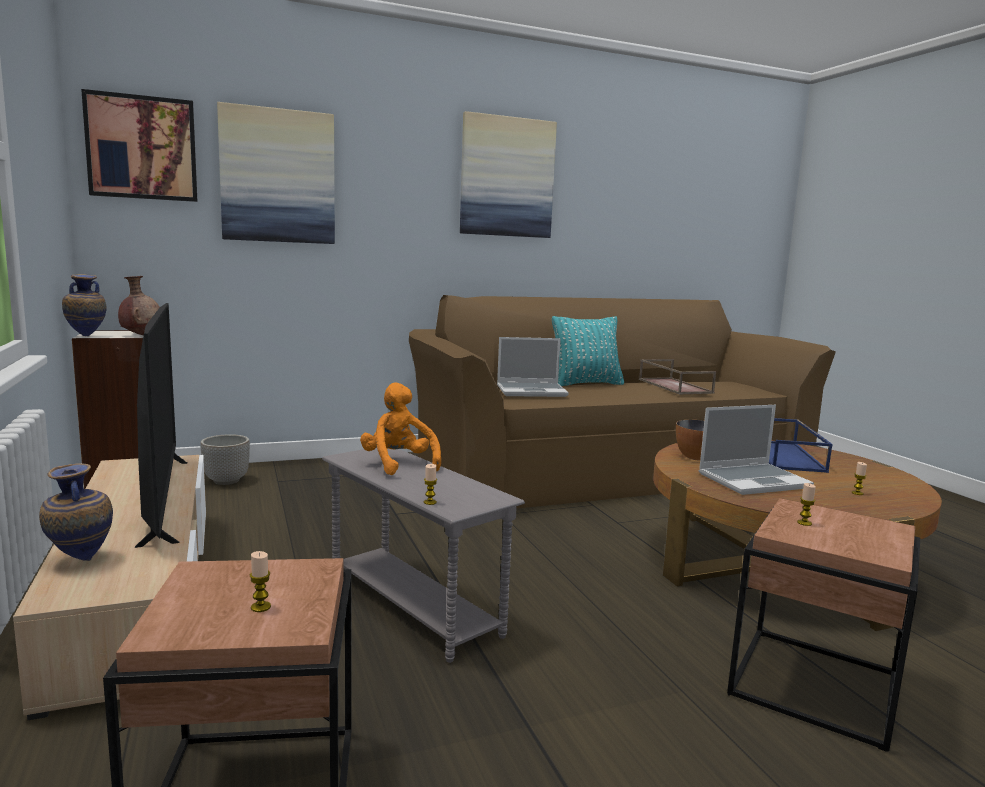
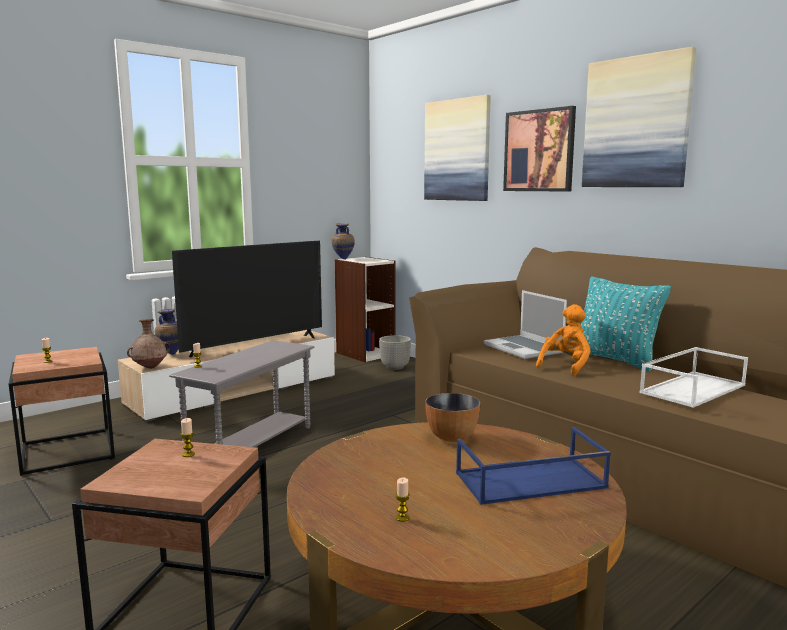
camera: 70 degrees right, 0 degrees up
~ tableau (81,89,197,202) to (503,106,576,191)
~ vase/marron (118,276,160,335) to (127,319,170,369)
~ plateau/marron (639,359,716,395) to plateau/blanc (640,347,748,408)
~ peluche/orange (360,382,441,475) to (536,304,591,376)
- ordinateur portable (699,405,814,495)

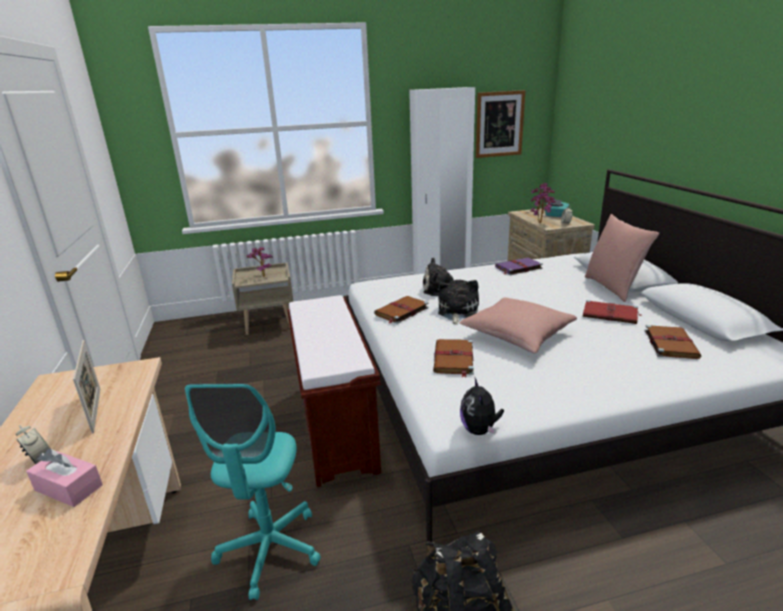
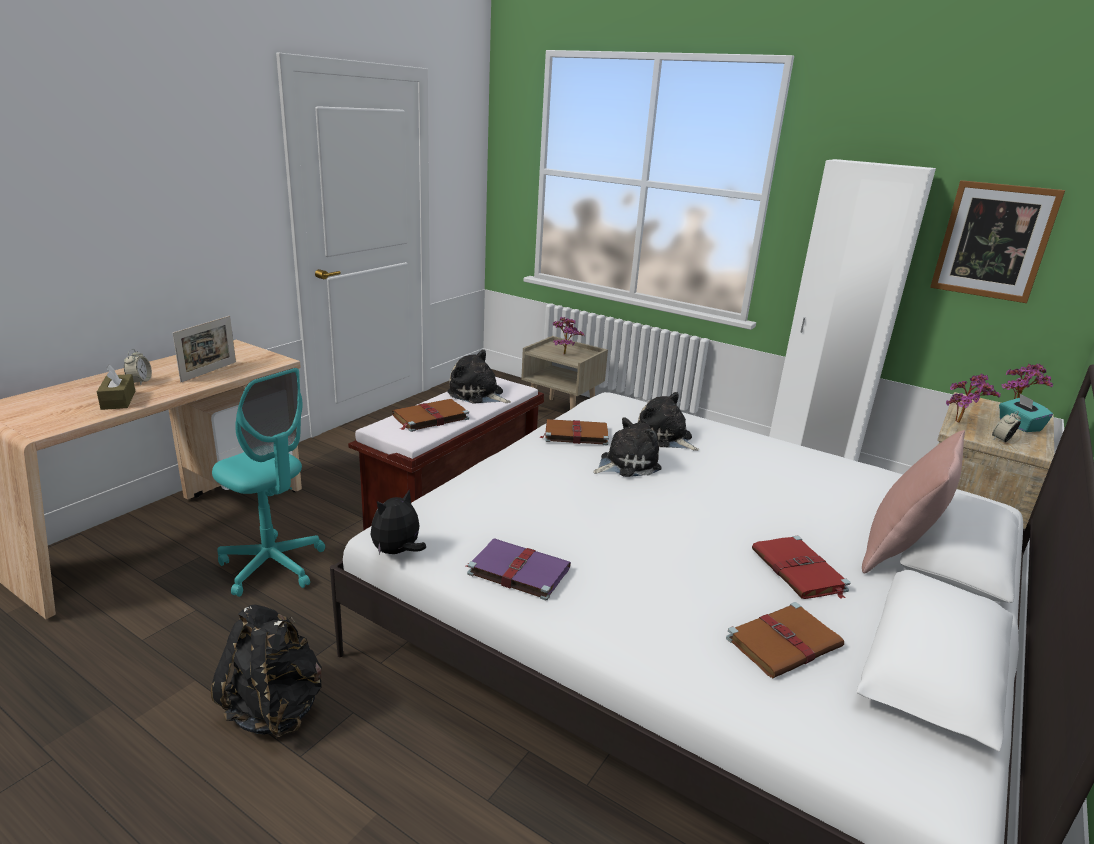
camera: 45 degrees right, 0 degrees up
~ livre/violet (495,258,543,275) to (466,538,571,601)
- coussin/rose (459,297,577,354)
~ livre/marron (433,339,474,377) to (392,399,469,432)
~ chaise de bureau/turquoise (185,383,321,600) = (212,368,325,597) 105 degrees counterclockwise
~ boîte à mouchoirs/rose (26,449,103,507) to boîte à mouchoirs/marron (97,365,135,410)
+ peluche (447,350,511,404)

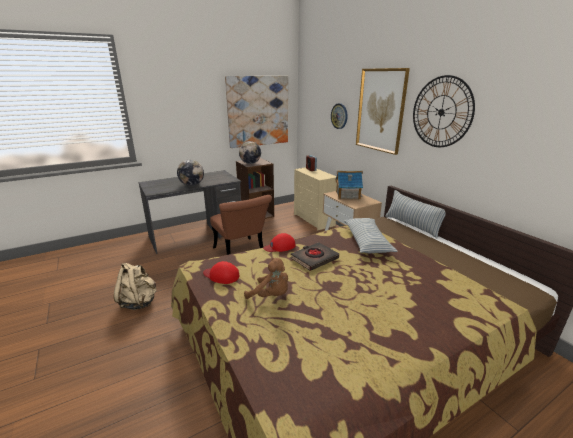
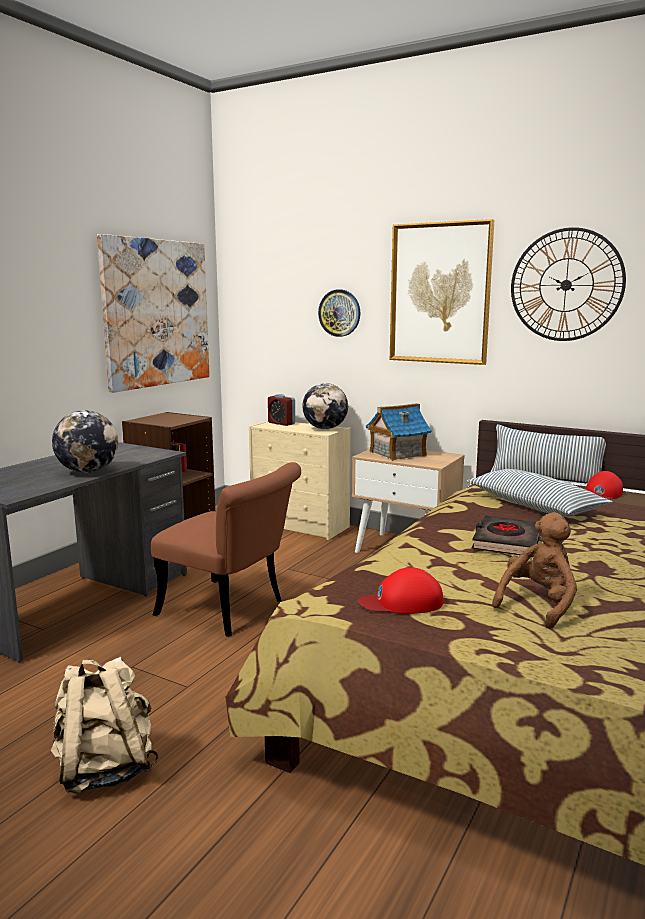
camera: 30 degrees left, 10 degrees down
~ globe (239,141,261,164) to (302,383,348,429)
~ casquette/rouge (263,233,296,252) to (585,471,623,500)
~ peluche/marron (244,258,288,299) = (492,512,577,629) 45 degrees counterclockwise

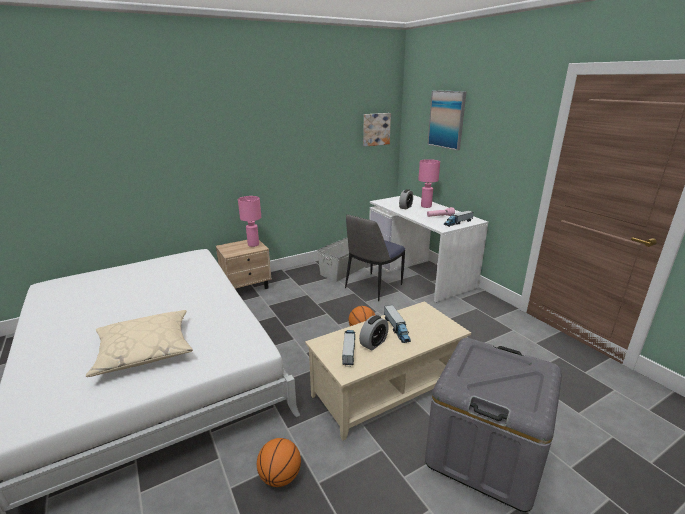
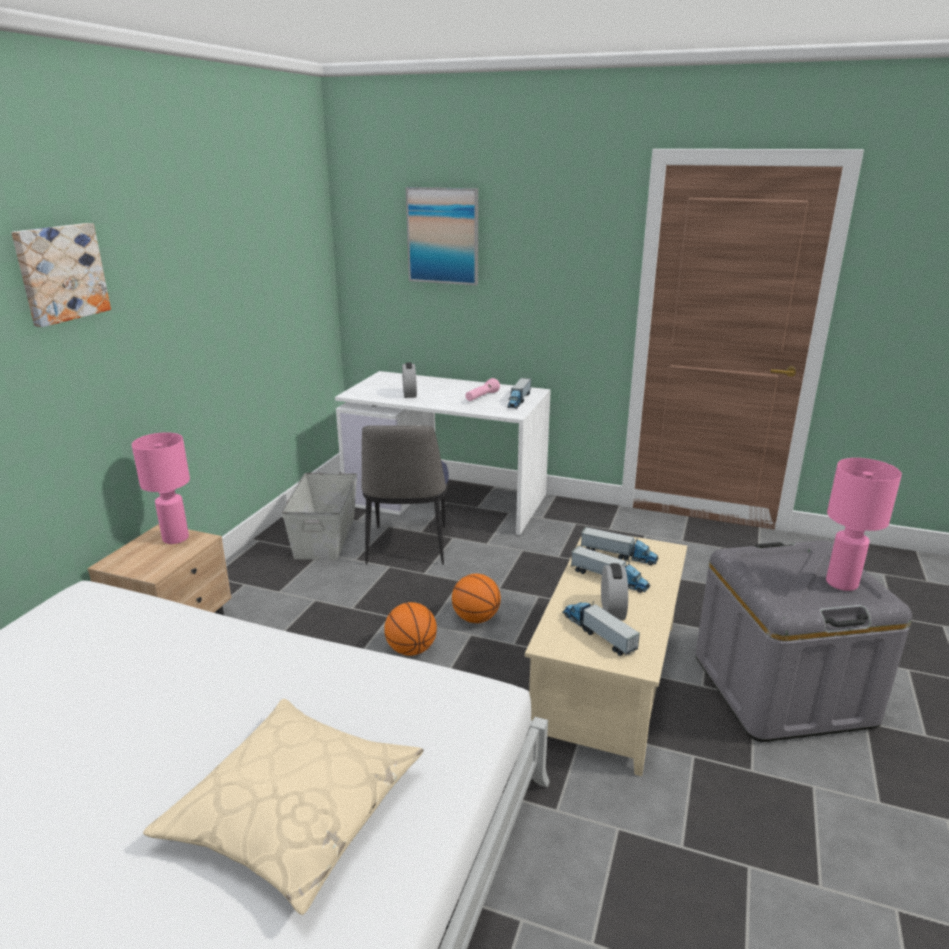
camera: 40 degrees left, 0 degrees up
~ tableau (363,113,391,147) to (11,223,111,327)
~ lampe de table/rose (418,159,440,208) to (826,458,902,591)
~ ballon de basket (257,438,301,487) to (384,602,437,656)
+ camion jouet (581,527,659,565)

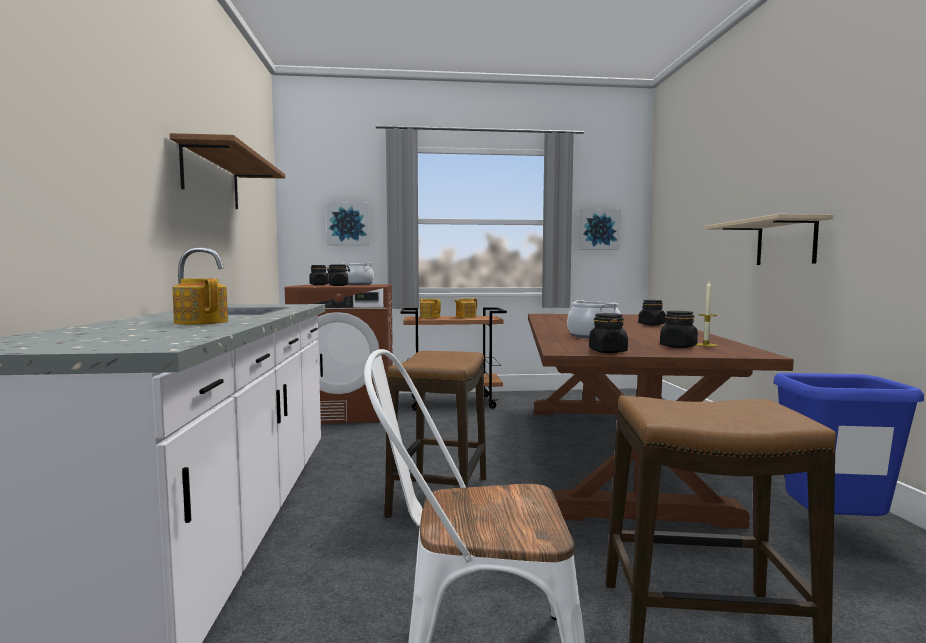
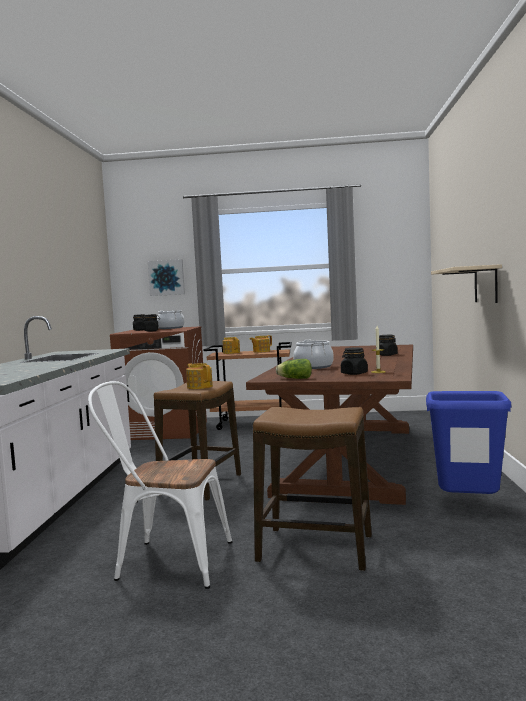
camera: 10 degrees right, 0 degrees up
- étagère (170,133,285,209)
- tableau (579,209,621,250)
~ théière (173,279,228,325) to (186,363,213,389)
~ bocal/noir (589,313,628,353) to laitue (276,359,312,379)

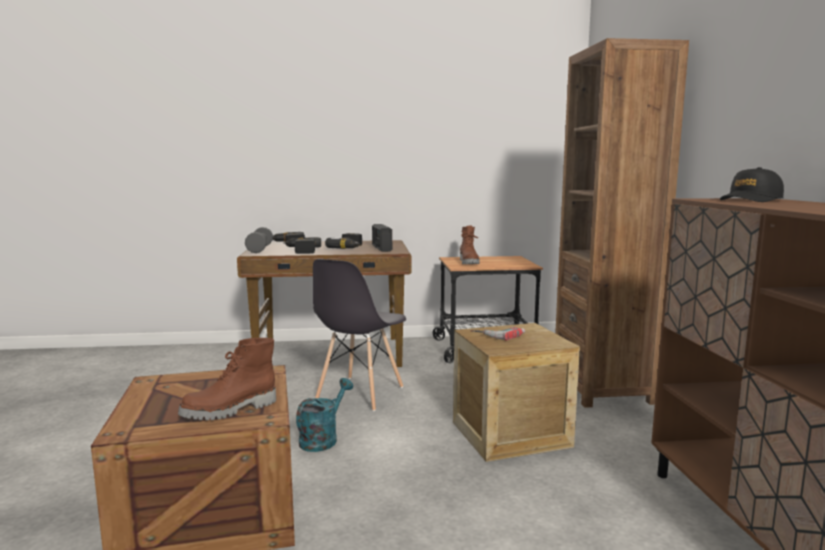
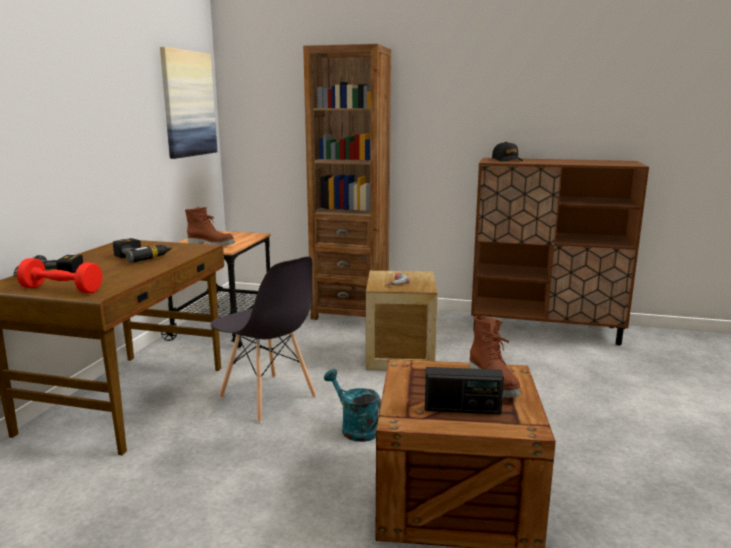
camera: 70 degrees left, 5 degrees up
~ radio (372,224,392,252) to (425,367,504,414)
~ haltère/gris (245,227,273,253) to haltère/rouge (17,258,102,293)
- perceuse (283,237,321,254)
+ tableau (160,47,217,159)

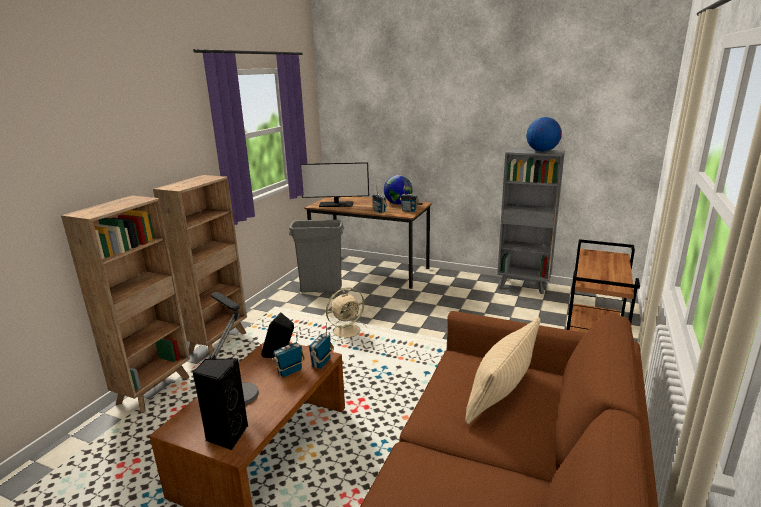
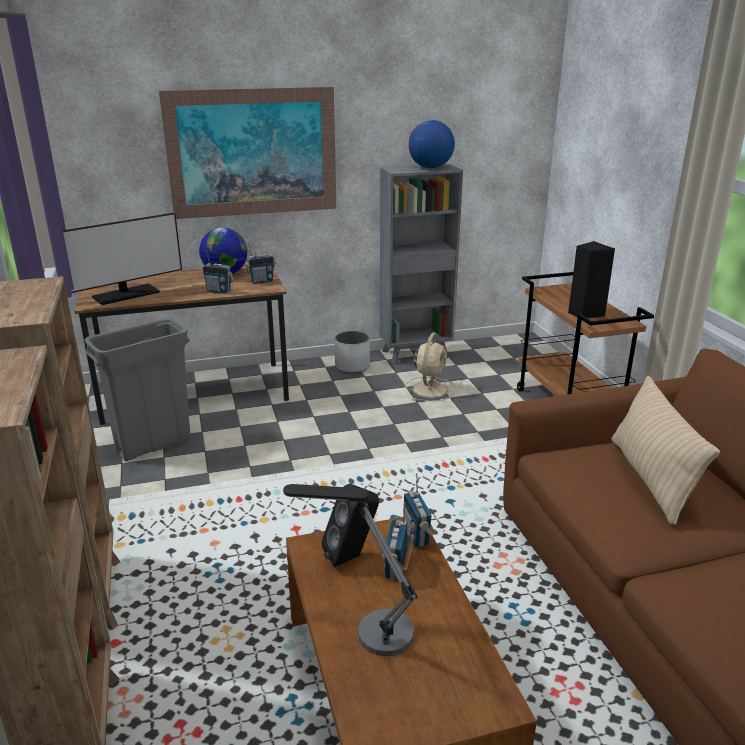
camera: 40 degrees left, 5 degrees up
~ ventilateur/beige (324,288,368,341) to (406,333,456,401)
~ enceinte/noir (192,358,248,450) to (568,241,615,318)
+ tableau (159,87,336,219)
+ cache-pot/blanc (335,331,370,373)

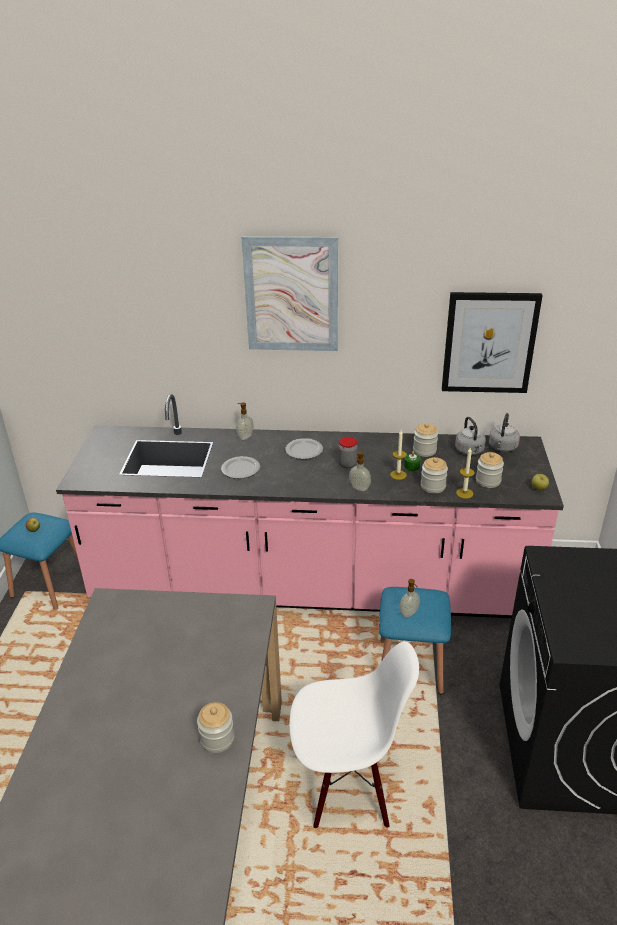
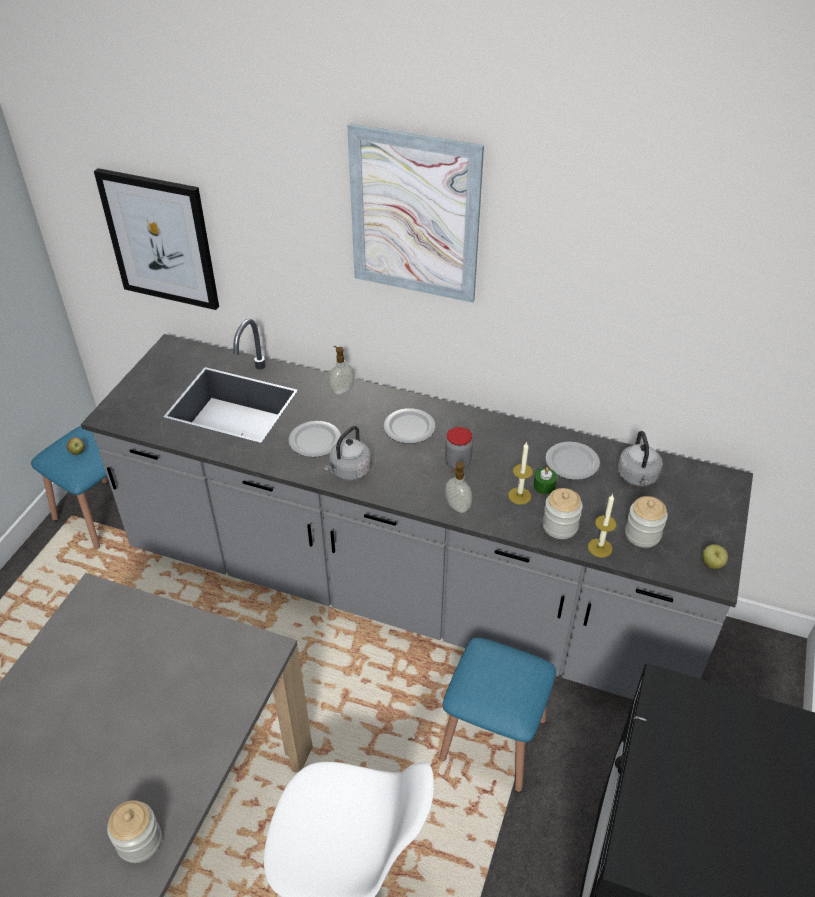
camera: 15 degrees right, 10 degrees up
~ tableau (442,292,543,393) to (94,168,219,310)
~ comptoir de cuisine/rose (56,394,564,618) to comptoir de cuisine/gris (81,319,753,699)
~ bouilloire/gris (489,413,520,452) to (324,426,372,481)
~ bocal (413,423,438,457) to assiette (546,442,600,480)
- distributeur de savon (400,579,420,617)

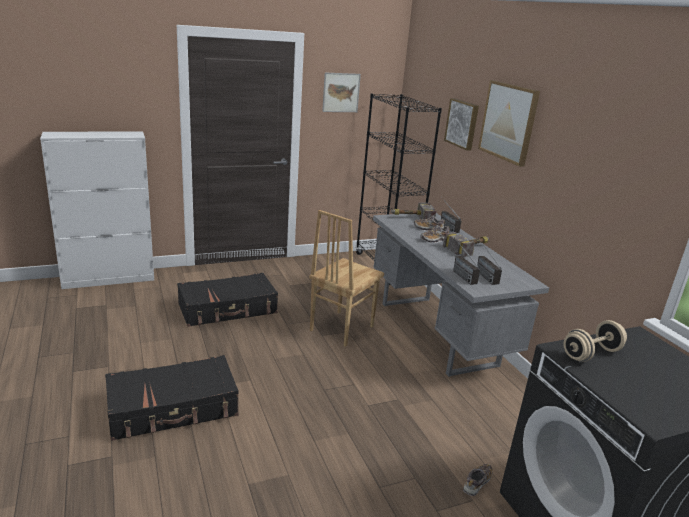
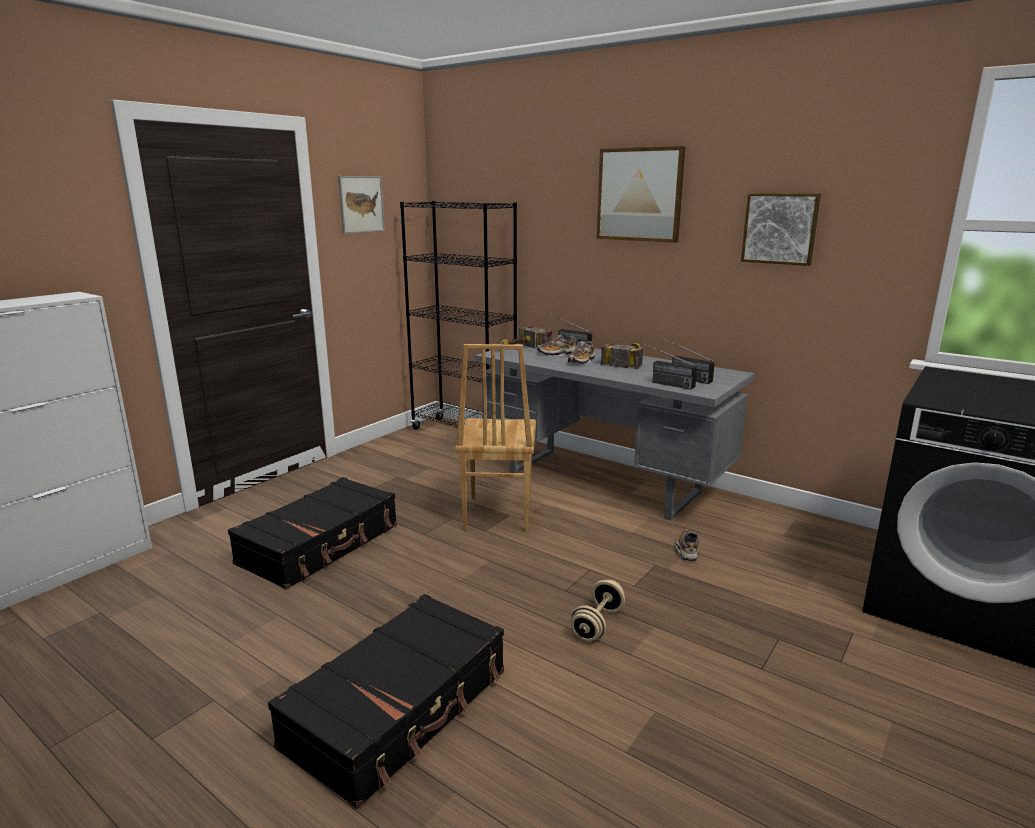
camera: 30 degrees left, 5 degrees down
~ tableau (444,98,479,151) to (741,193,821,266)
~ haltère/beige (563,320,627,362) to (571,580,625,641)
~ chaussure (463,464,493,496) to (676,529,699,562)

